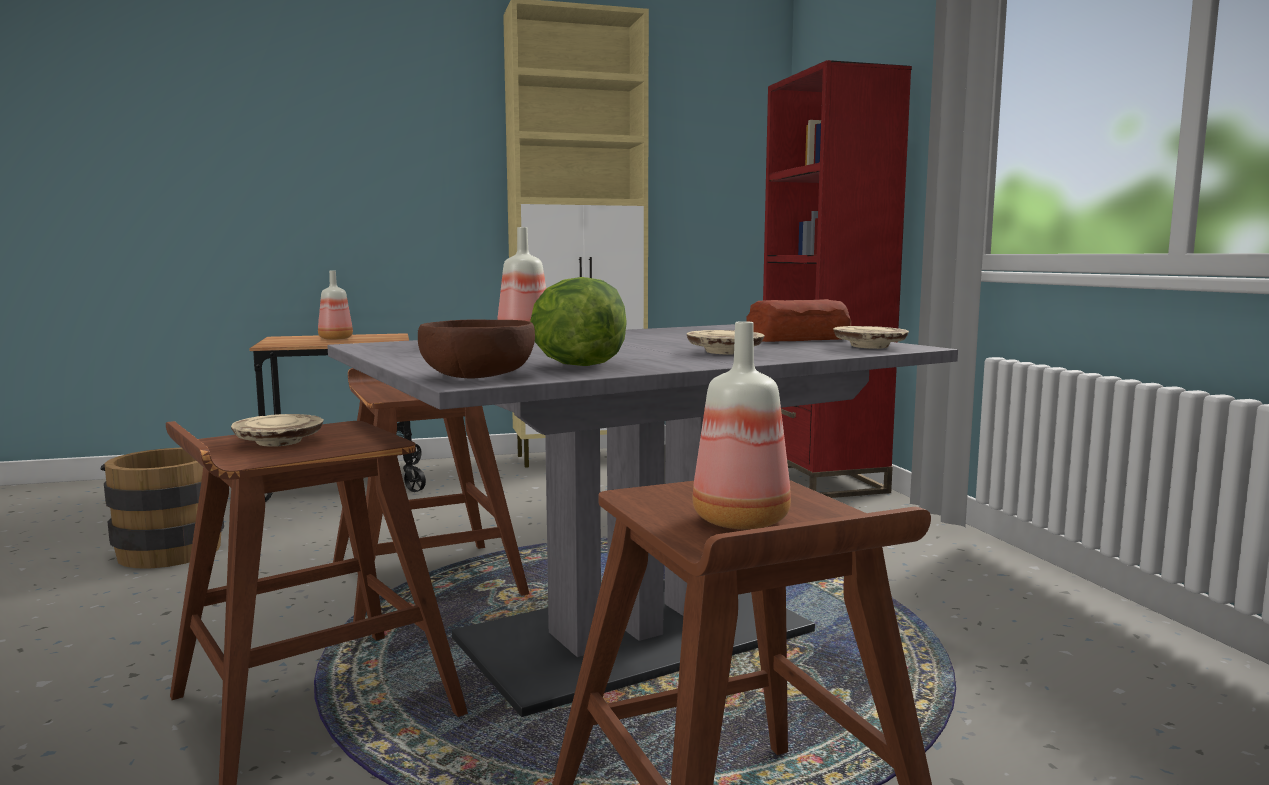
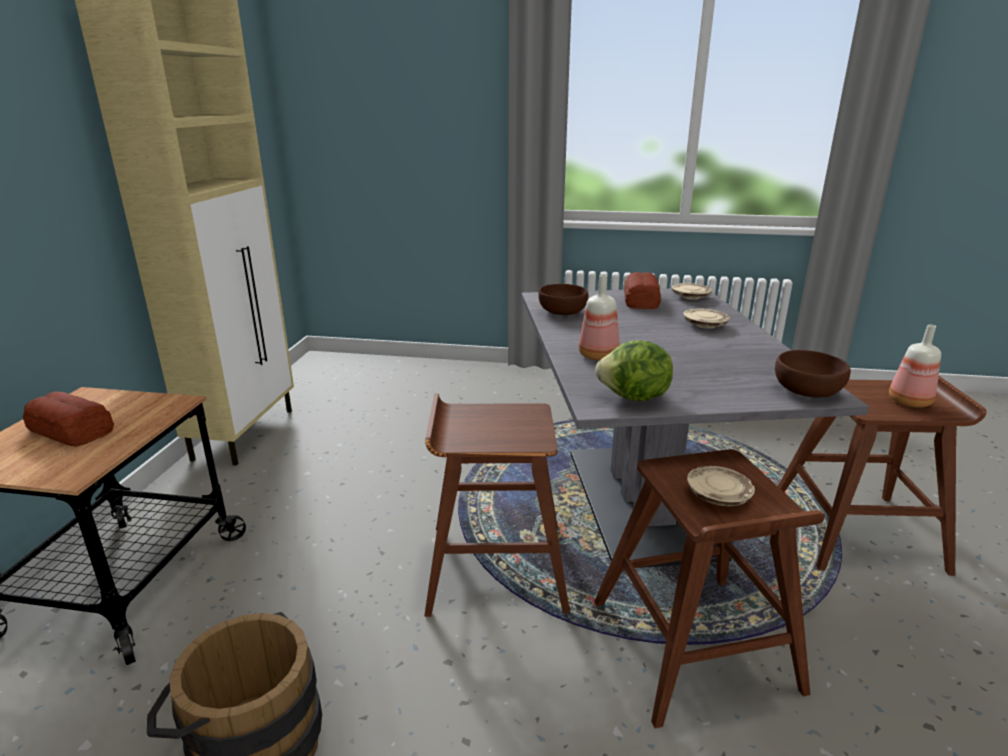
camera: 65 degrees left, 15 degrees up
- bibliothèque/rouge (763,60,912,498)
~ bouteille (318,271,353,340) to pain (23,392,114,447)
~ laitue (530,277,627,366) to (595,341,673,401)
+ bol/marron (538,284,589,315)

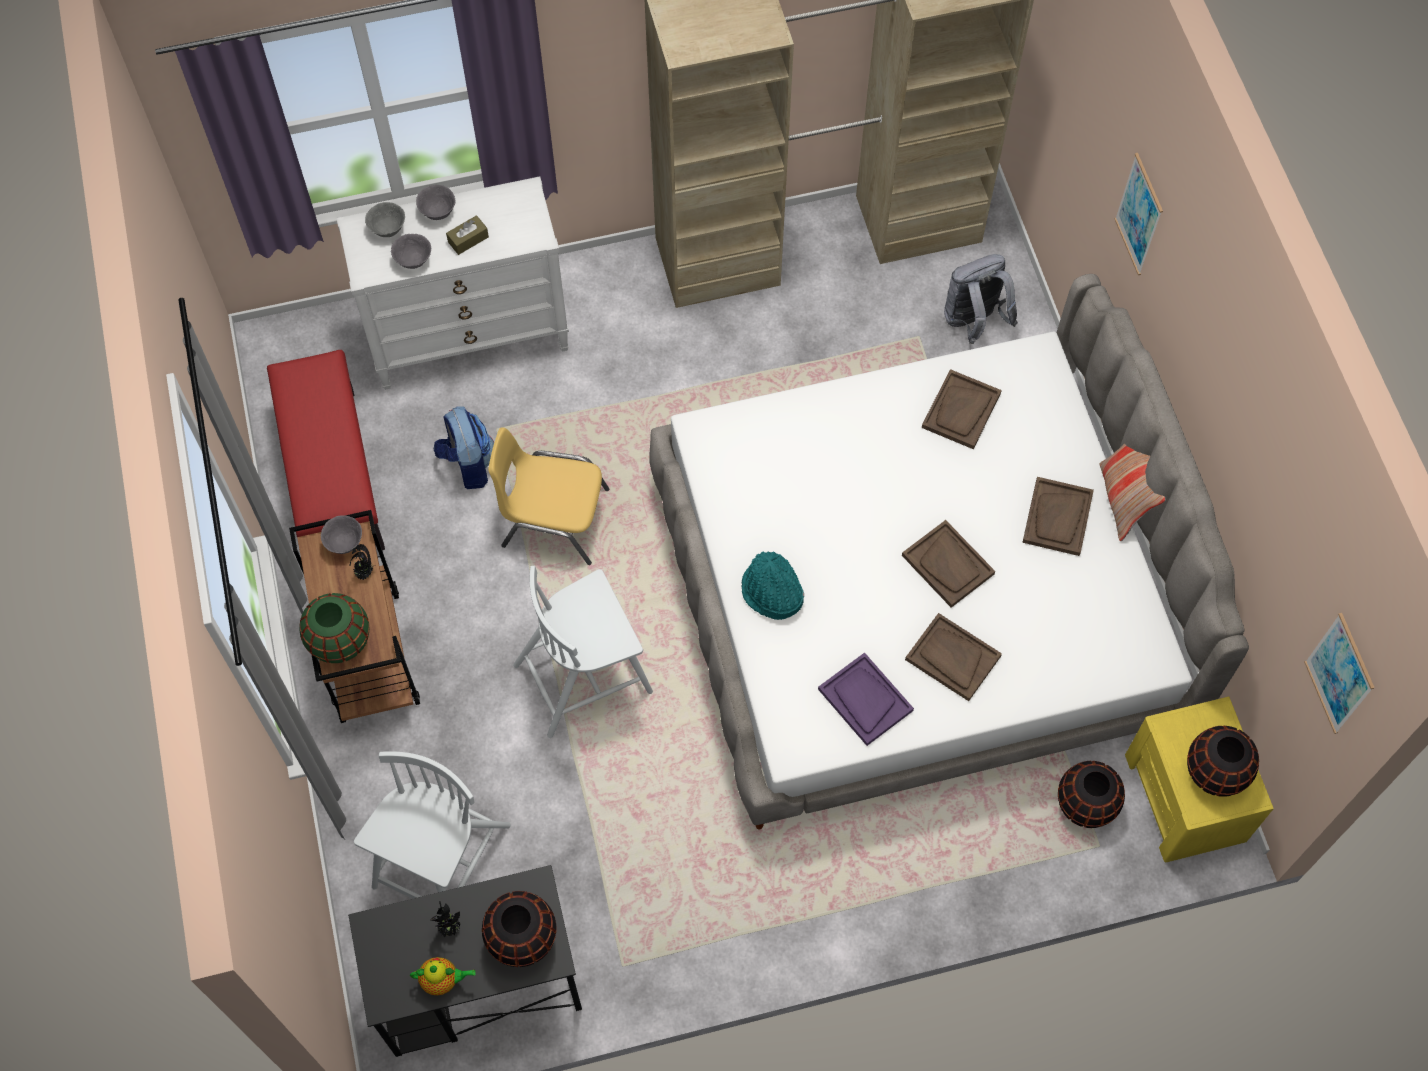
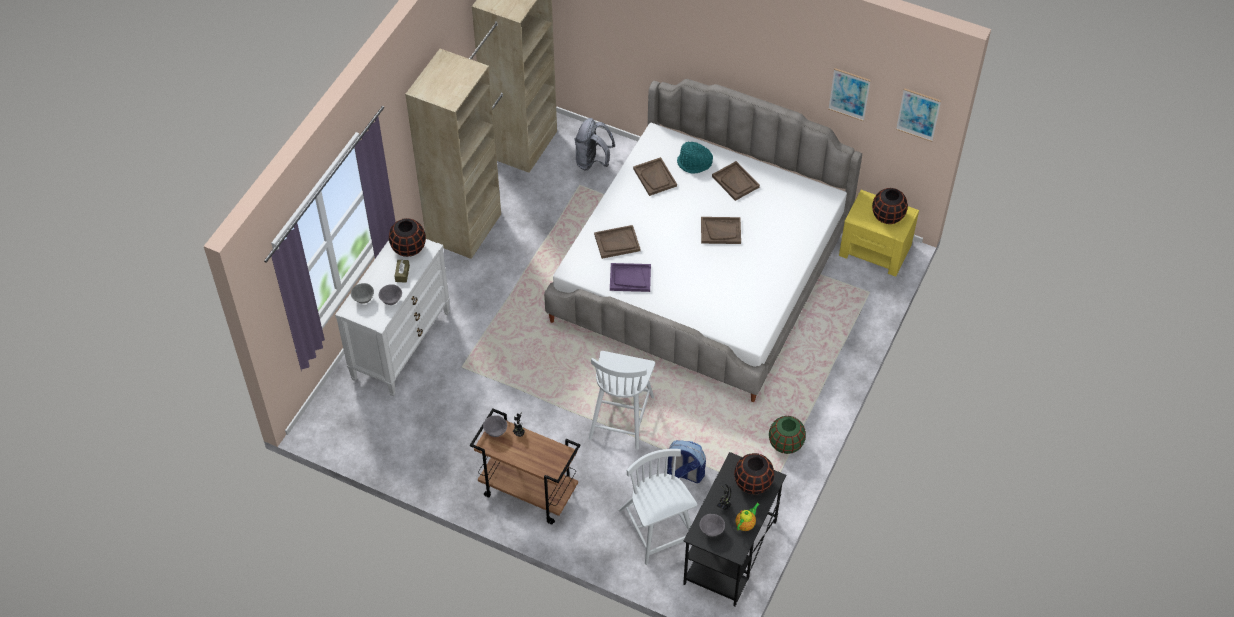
camera: 50 degrees left, 10 degrees down
~ tableau (1114,153,1163,275) to (828,68,871,121)
~ bol/gris (416,185,455,220) to (699,514,725,537)
- banc/rouge (267,350,385,550)
~ sac à dos (434,406,494,489) to (667,440,706,483)
- chaise/jaune (488,427,609,565)
- coussin (1099,444,1165,541)
~ chapeau/turquoise (741,551,804,620) to (677,142,713,173)
~ vase/vert (299,593,369,663) to (769,416,806,454)
~ plateau/marron (905,613,1002,701) to (594,225,640,259)
~ plateau/violet (818,653,914,746) to (610,263,651,292)
~ vase/noir (1058,761,1125,828) to (389,218,426,257)

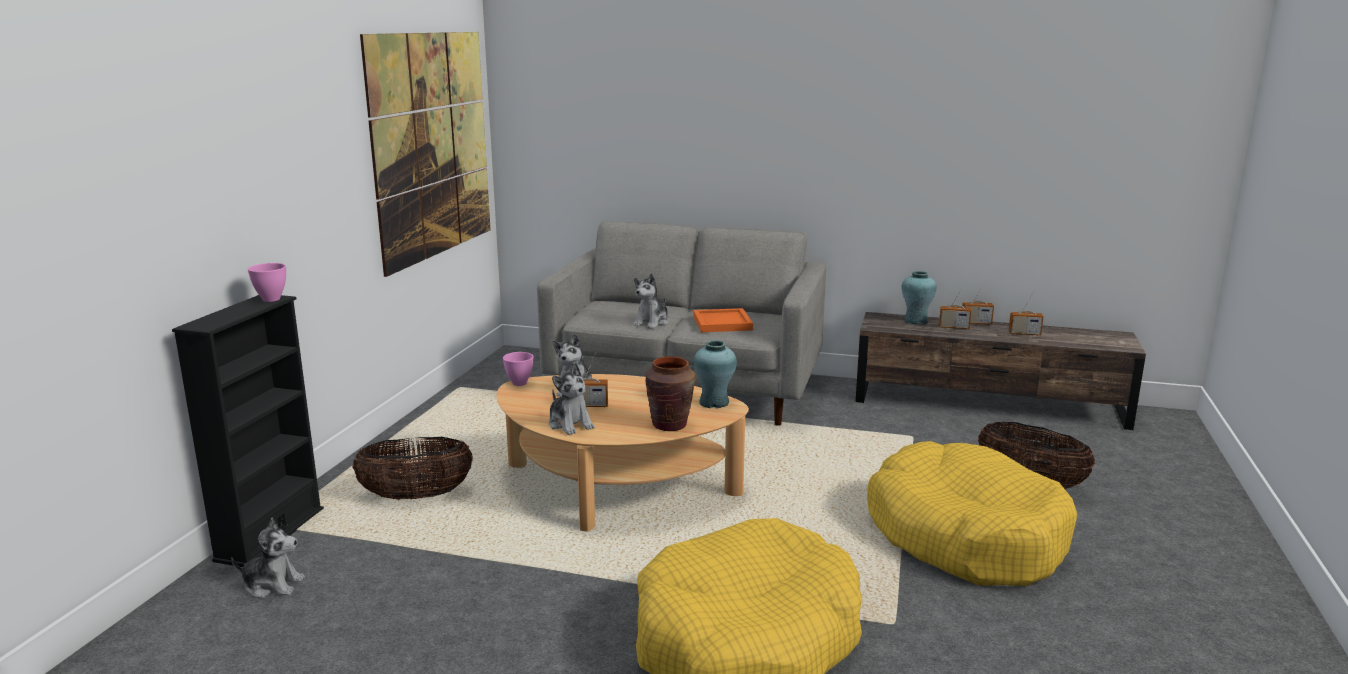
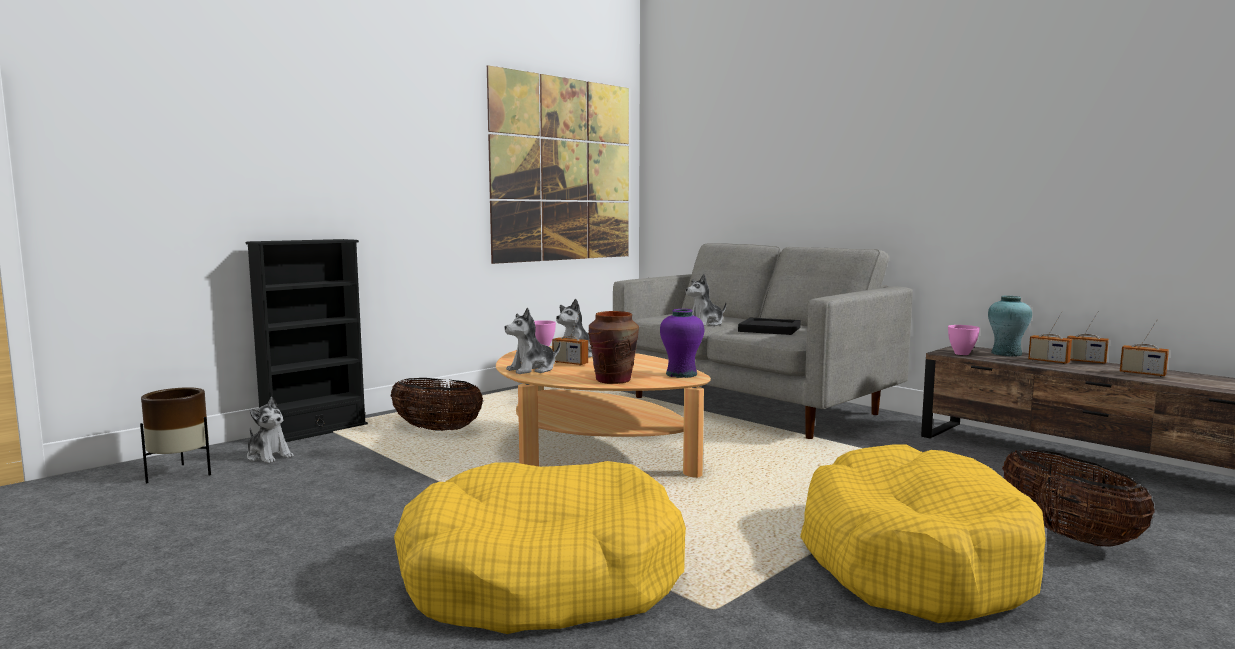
camera: 30 degrees right, 10 degrees down
~ bol/rose (248,263,286,302) to (948,325,980,355)
~ plateau/orange (693,308,753,332) to plateau/noir (738,318,801,335)
~ vase/turquoise (694,340,737,408) to vase/violet (660,309,704,378)
~ peluche (549,363,595,435) = (505,308,561,374) 60 degrees clockwise
+ cache-pot/marron (140,387,211,483)

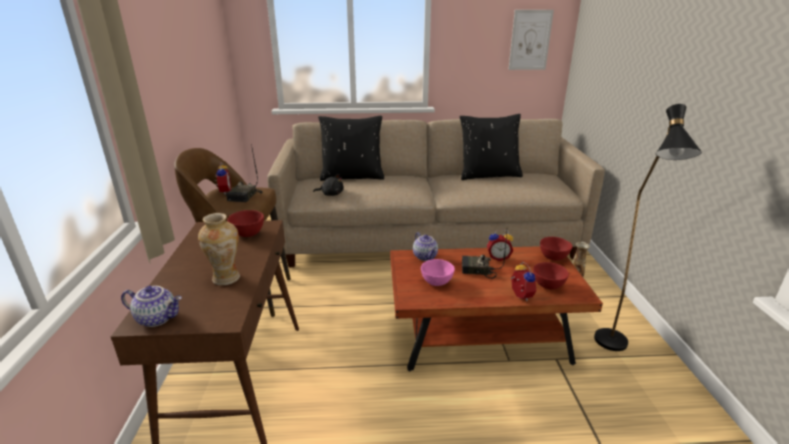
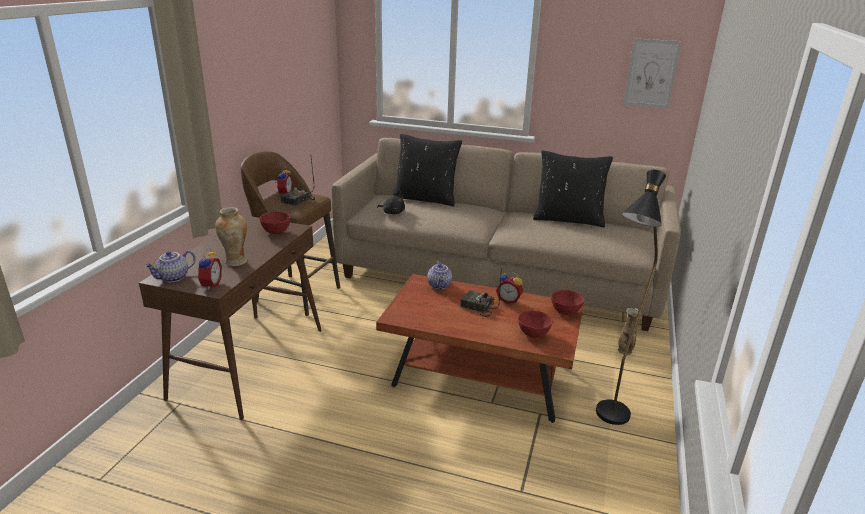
camera: 20 degrees right, 0 degrees up
- bol/rose (421,259,455,286)
~ réveil (510,262,536,301) to (198,248,222,290)
~ théière (121,286,182,327) = (145,250,196,282) 105 degrees clockwise

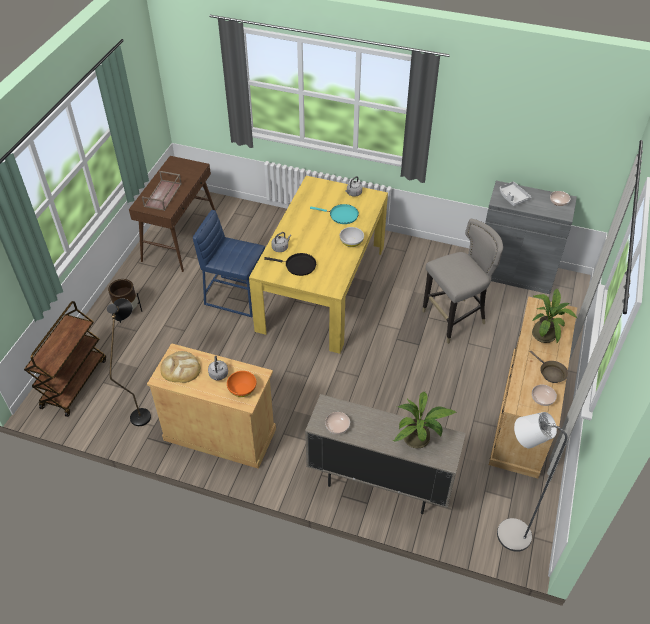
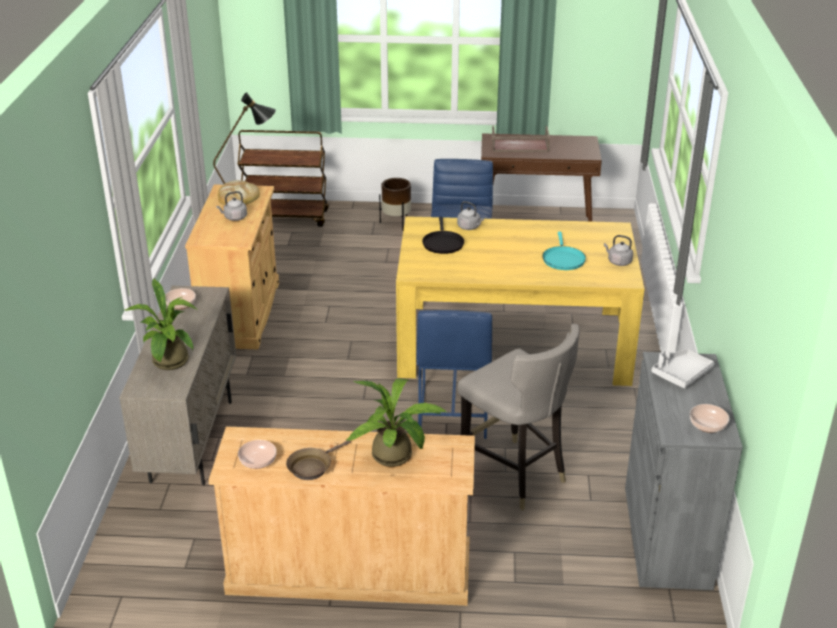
camera: 75 degrees right, 15 degrees down
- bol/blanc (340,227,364,247)
- bol/orange (227,371,256,397)
- lampadaire/gris (497,412,568,552)
+ tabouret/bleu (417,310,492,439)

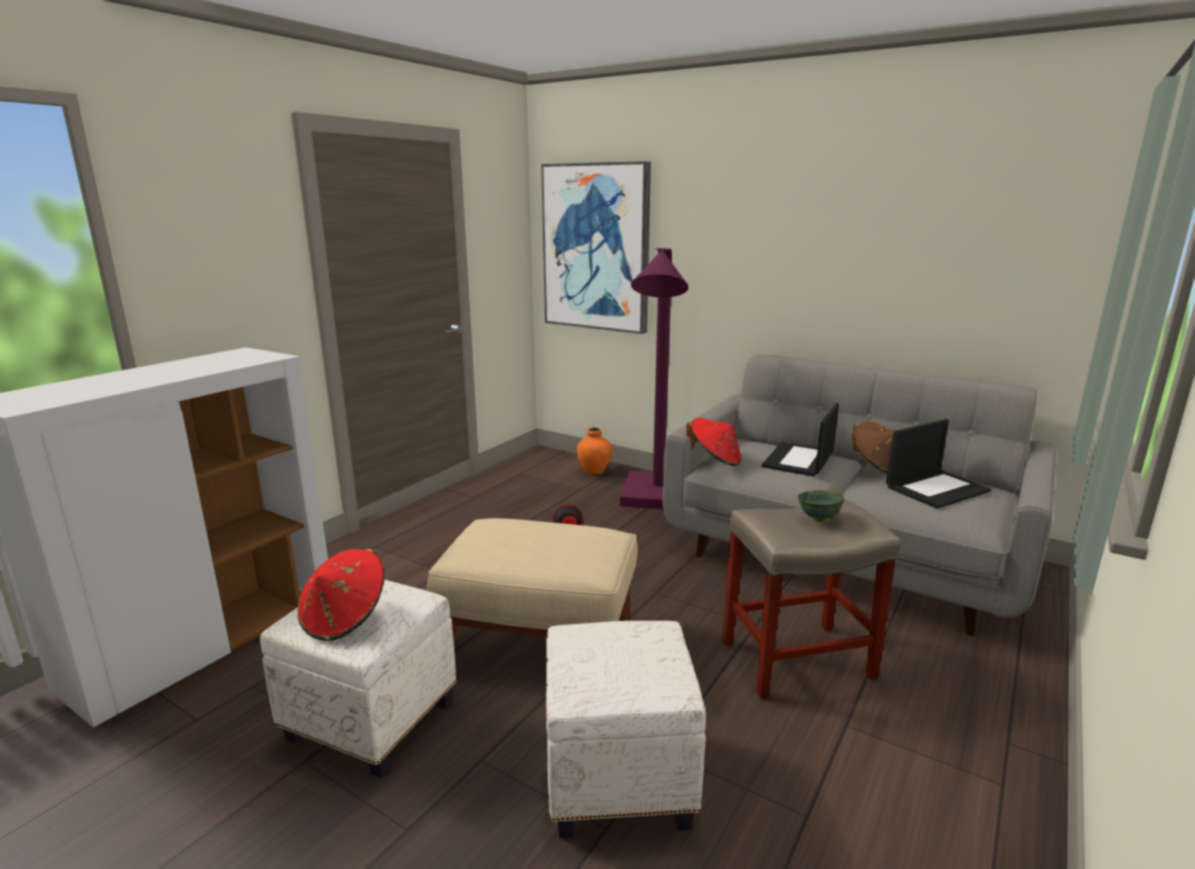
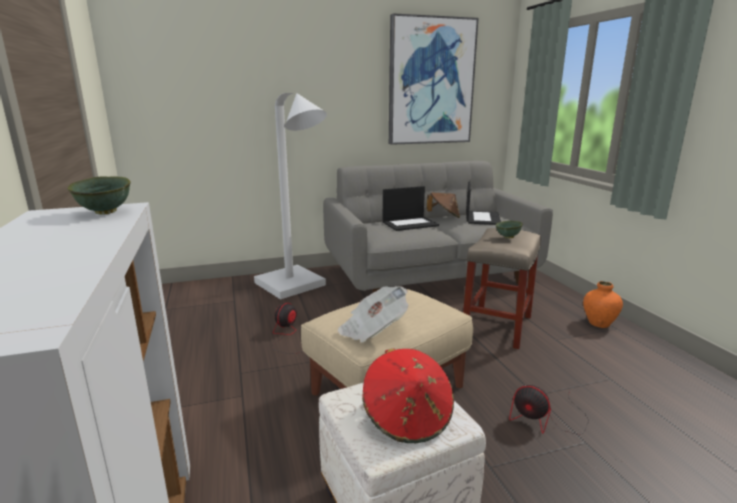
camera: 50 degrees left, 0 degrees up
~ tableau (541,161,651,334) to (389,13,478,145)
~ lampadaire/violet (620,248,689,509) to lampadaire/blanc (254,93,327,299)
~ ordinateur portable (762,403,839,477) = (383,186,439,231) 90 degrees counterclockwise
- chapeau/rouge (686,418,742,466)
~ vase/orange (577,428,612,475) to (583,281,623,328)
~ pouf/blanc (546,621,706,839) to ventilateur (509,385,589,435)
+ bol/vert (68,176,131,215)
+ journal (338,286,408,342)

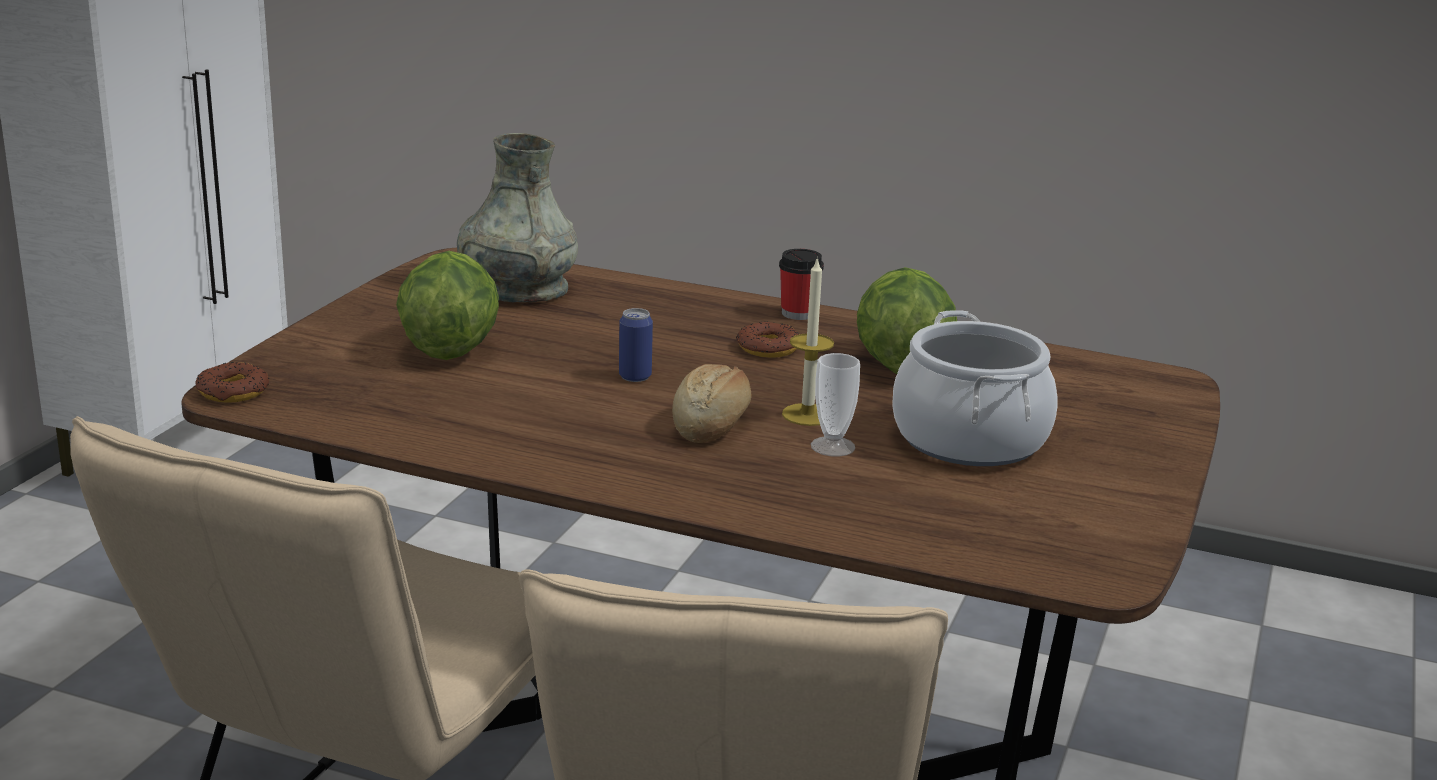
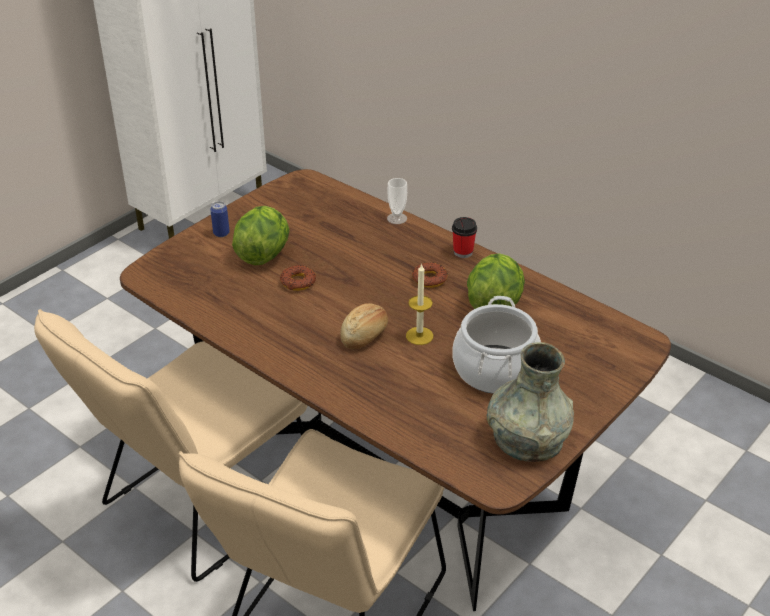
camera: 20 degrees right, 15 degrees up
~ vase/gris (457,133,578,303) to (487,342,574,462)
~ boîte métallique (619,308,653,382) to (210,201,230,237)
~ tasse (811,353,860,457) to (387,178,407,224)
~ beignet (196,362,269,402) to (280,265,316,291)

